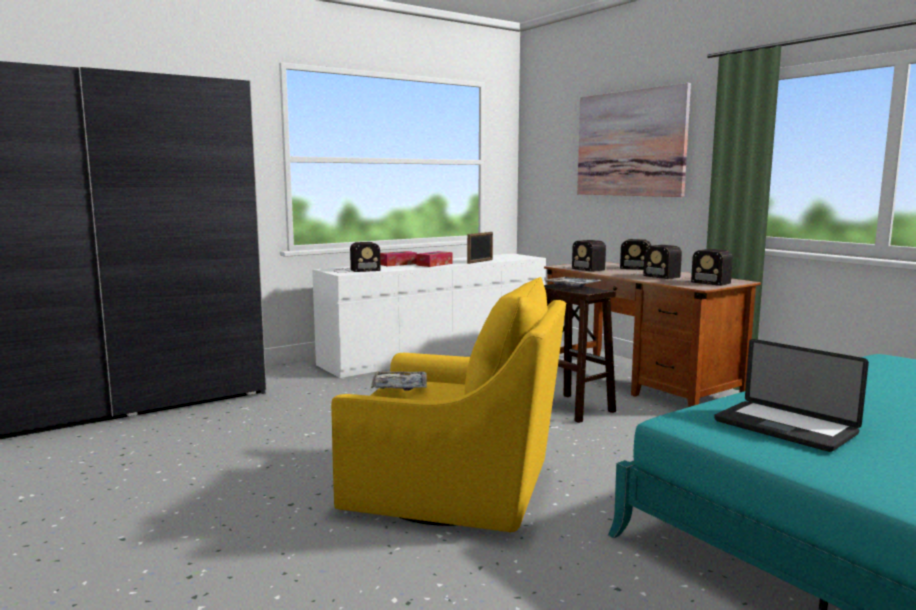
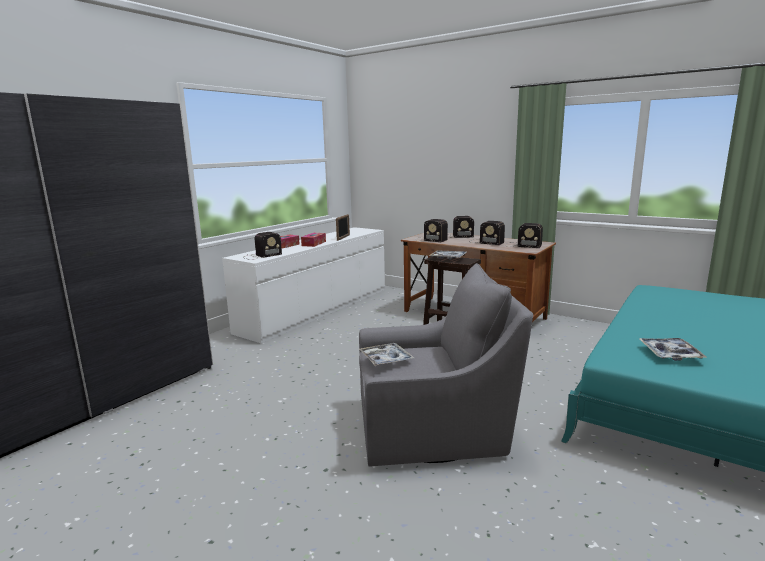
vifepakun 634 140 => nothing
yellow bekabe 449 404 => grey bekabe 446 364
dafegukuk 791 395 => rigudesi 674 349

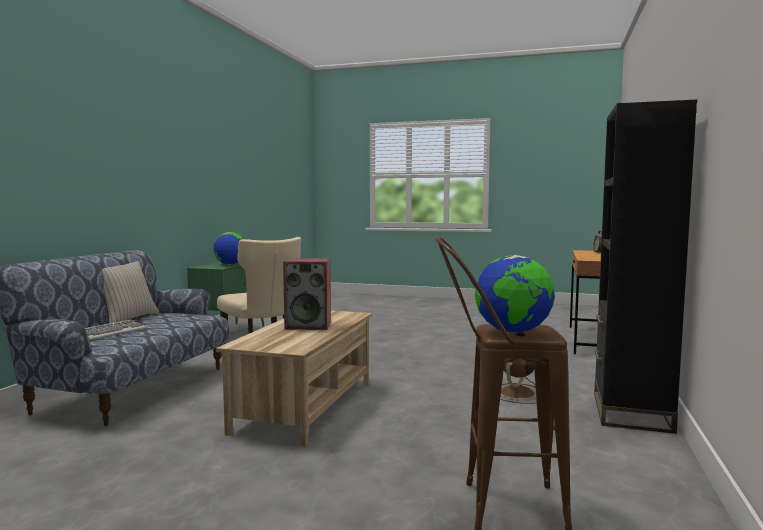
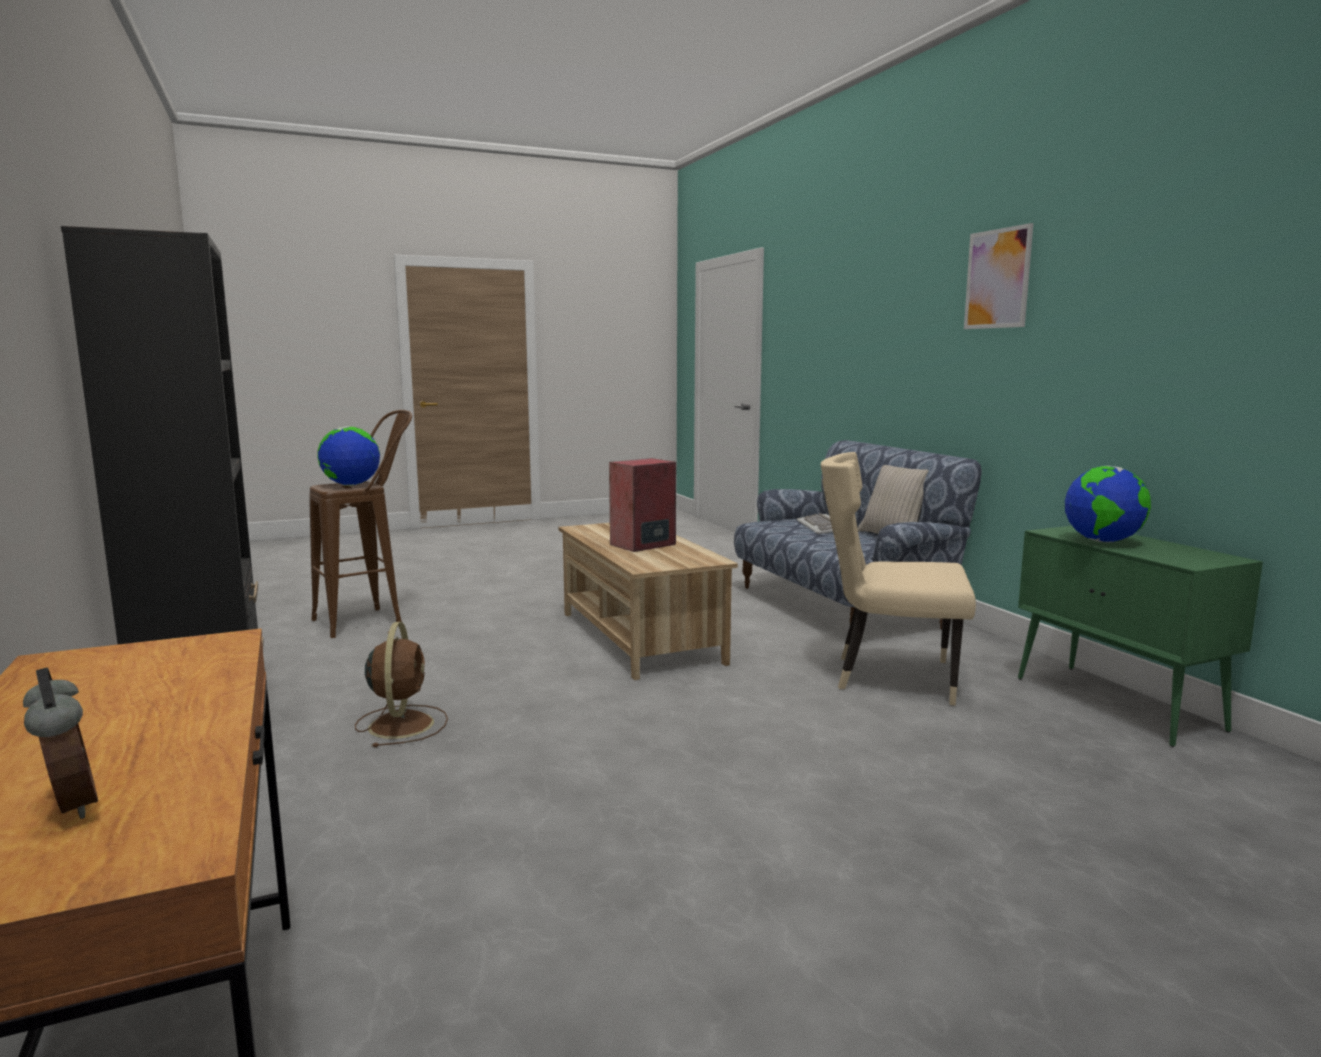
nothing => vifepakun 999 276

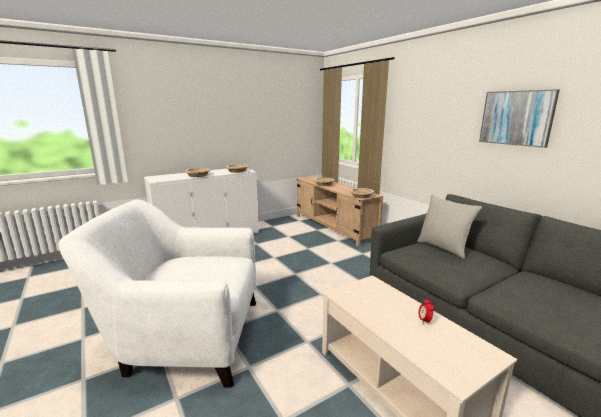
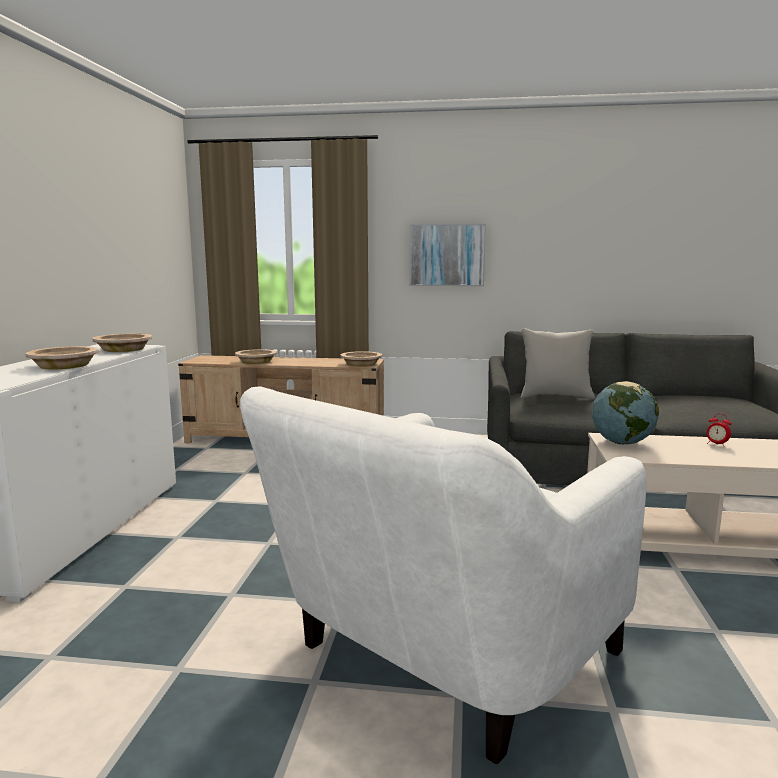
vifepakun 519 118 => vifepakun 447 255, move
nothing => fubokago 625 413

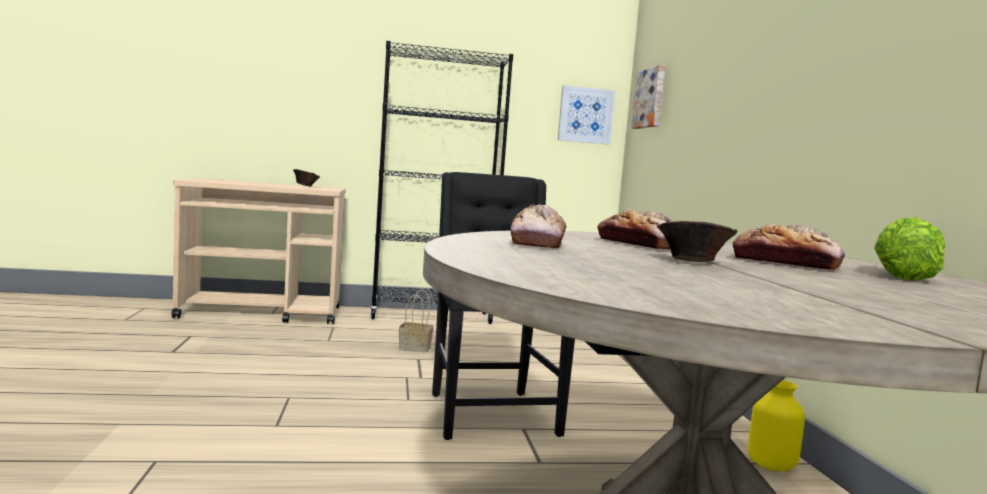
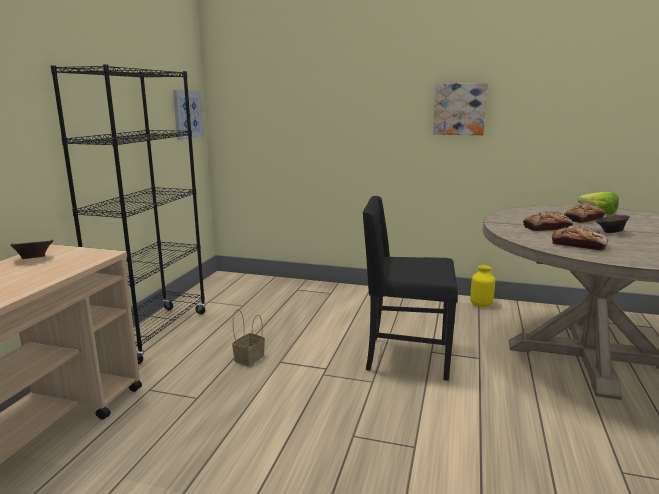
vifepakun 648 97 => vifepakun 460 109, move

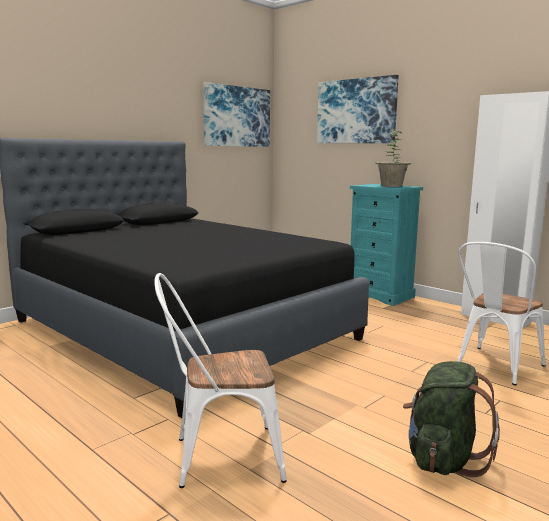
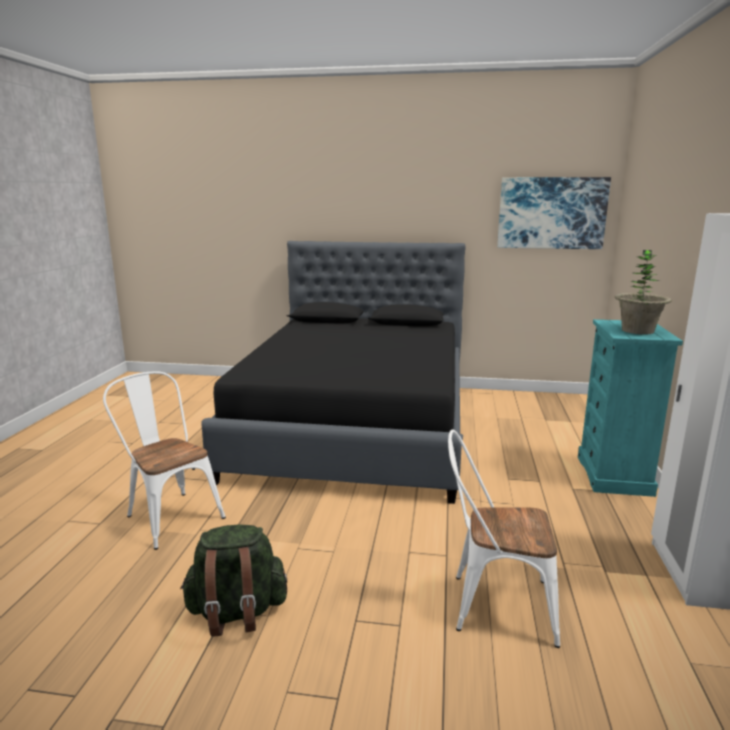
vifepakun 358 109 => nothing

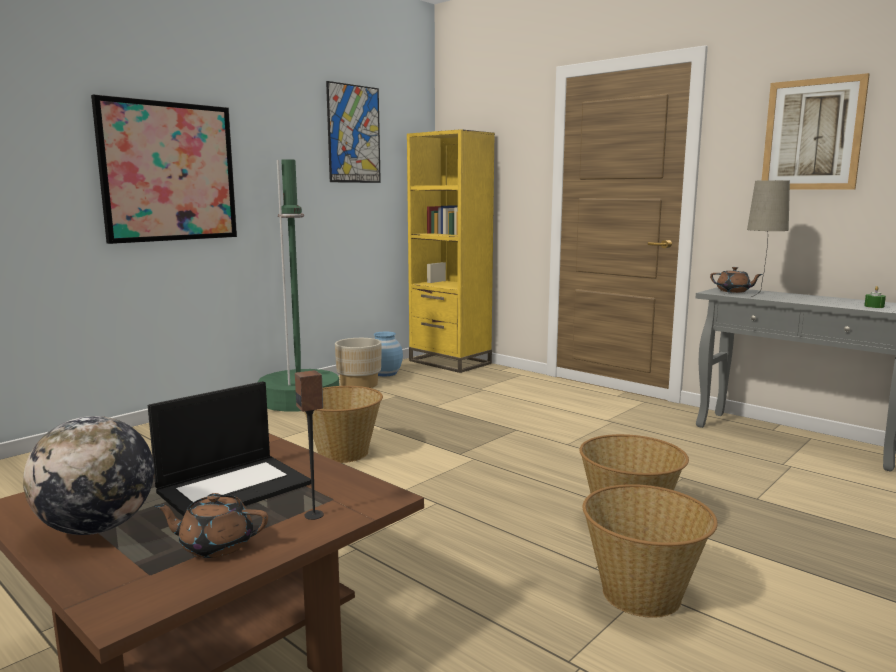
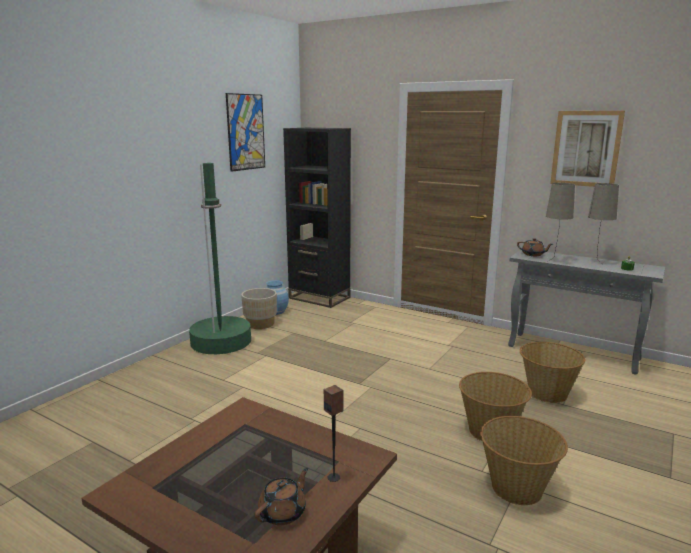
vifepakun 164 169 => nothing
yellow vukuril 451 251 => black vukuril 317 218
dafegukuk 229 448 => nothing
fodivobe 343 424 => fodivobe 552 372, move
fubokago 88 475 => nothing
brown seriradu 211 525 => brown seriradu 281 496, 135 degrees clockwise
nothing => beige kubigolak 603 223

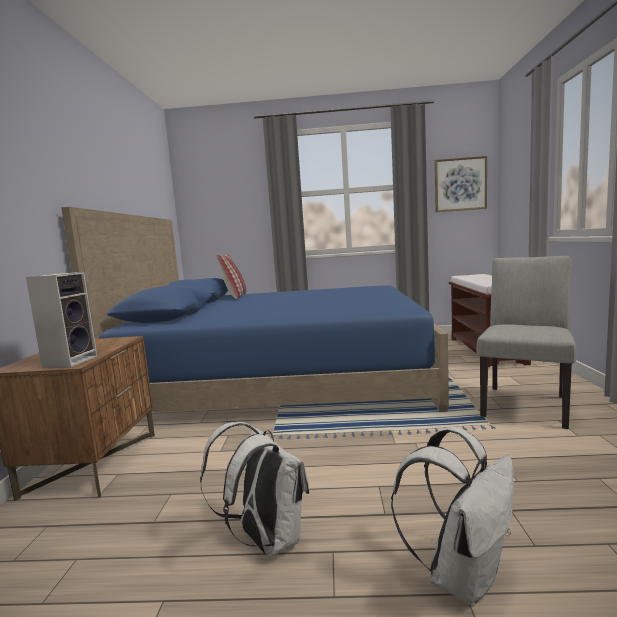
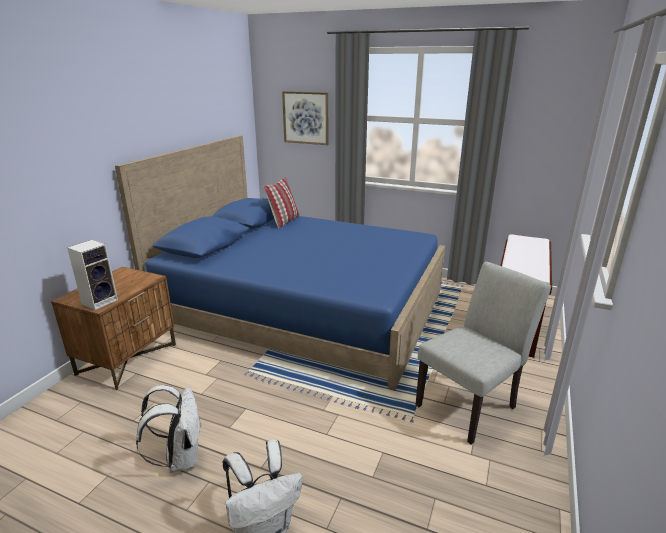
vifepakun 461 184 => vifepakun 305 118, move

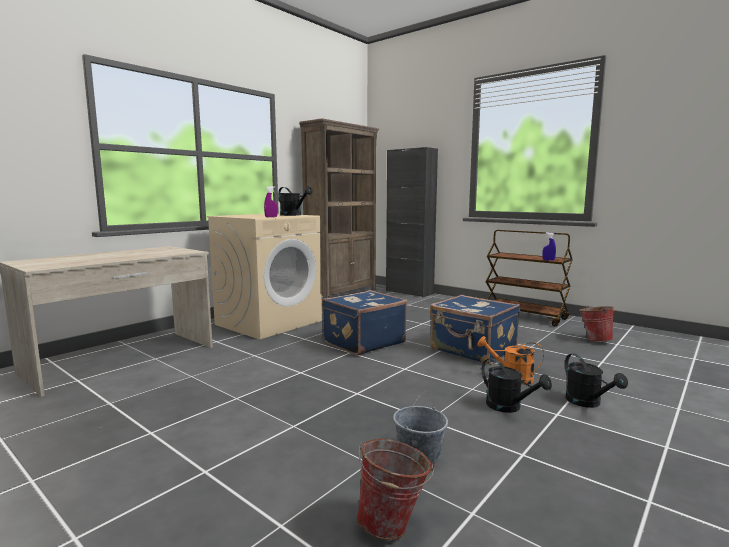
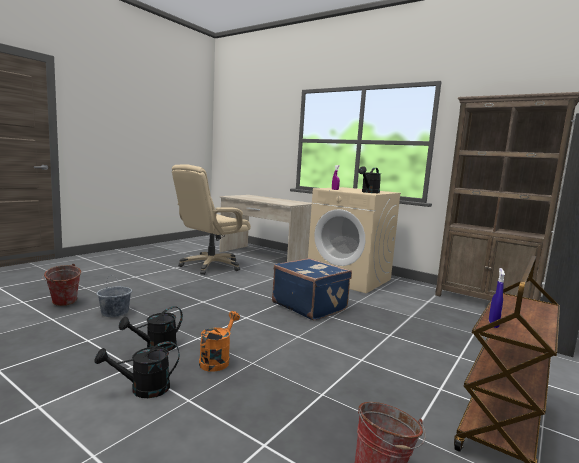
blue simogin 475 330 => nothing
nothing => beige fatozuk 211 219

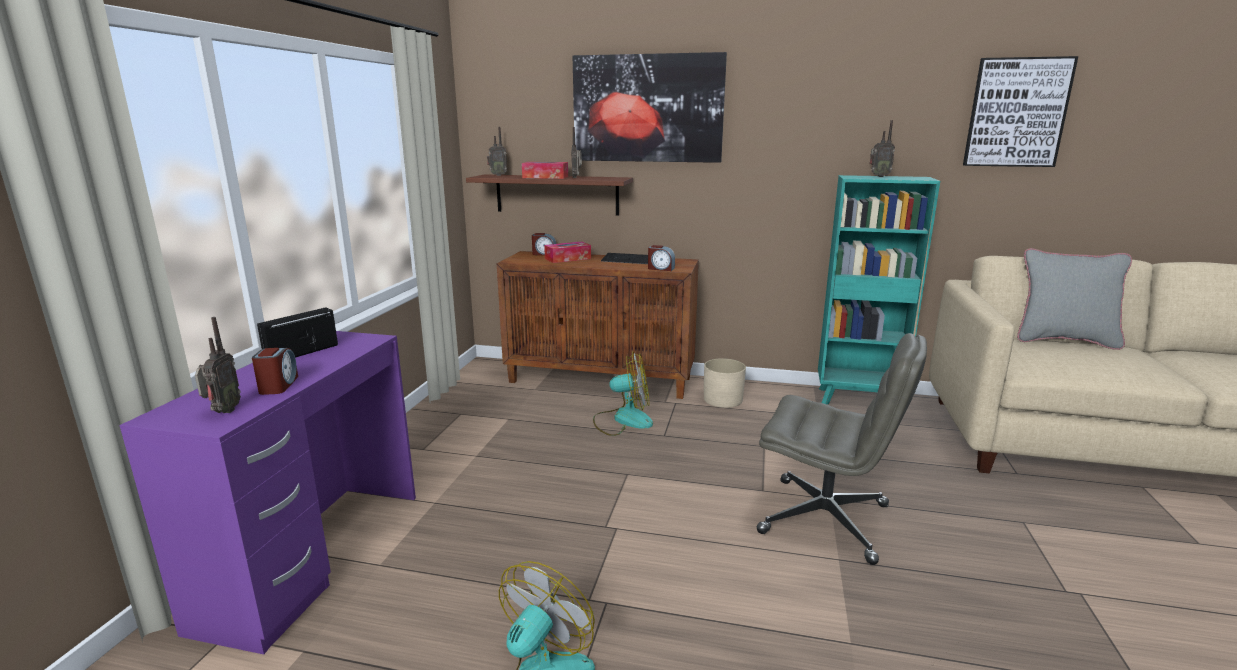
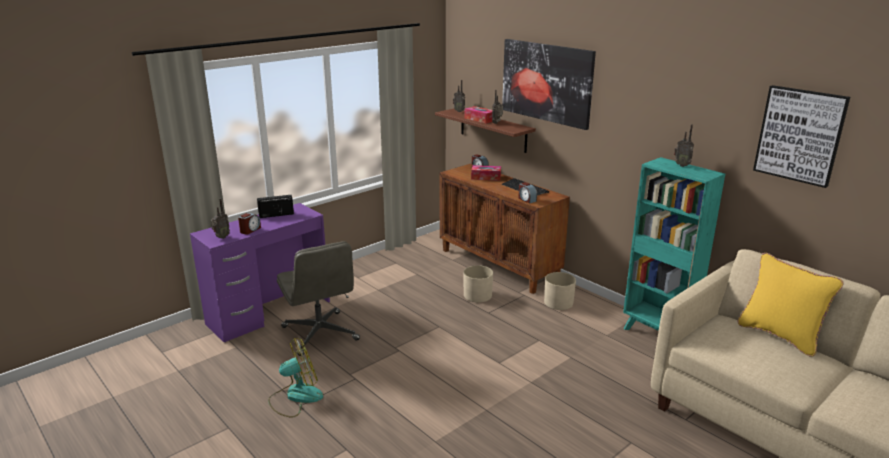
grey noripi 1074 299 => yellow noripi 790 305
grey fatozuk 842 449 => grey fatozuk 318 298, move
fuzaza 623 394 => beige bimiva 478 284

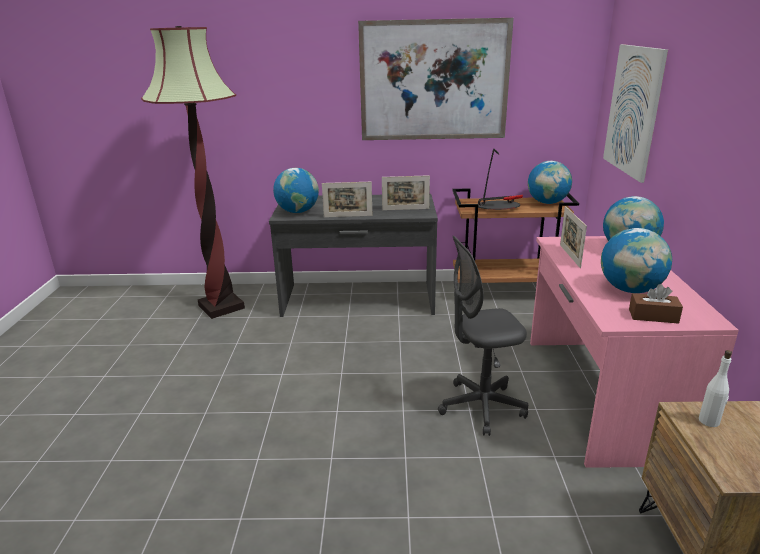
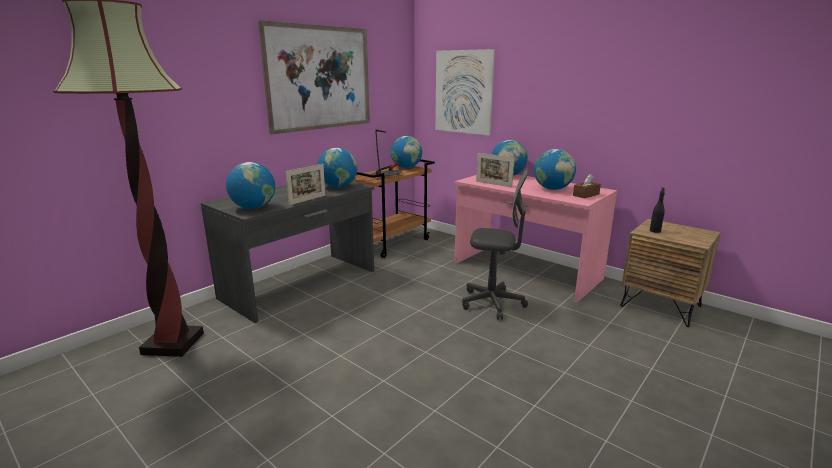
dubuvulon 406 192 => fubokago 337 168
grey fatozuk 483 336 => grey fatozuk 495 244, 105 degrees counterclockwise
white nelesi 715 388 => black nelesi 657 210

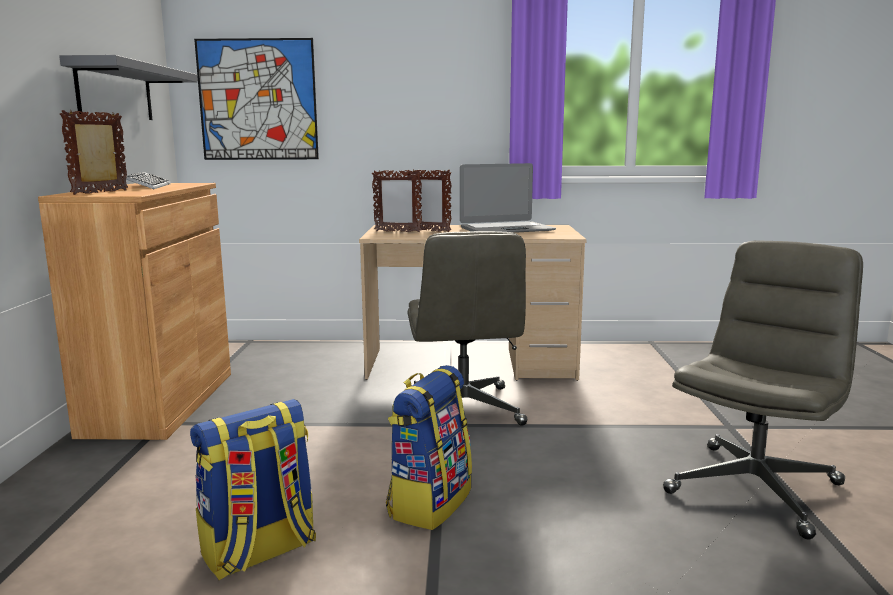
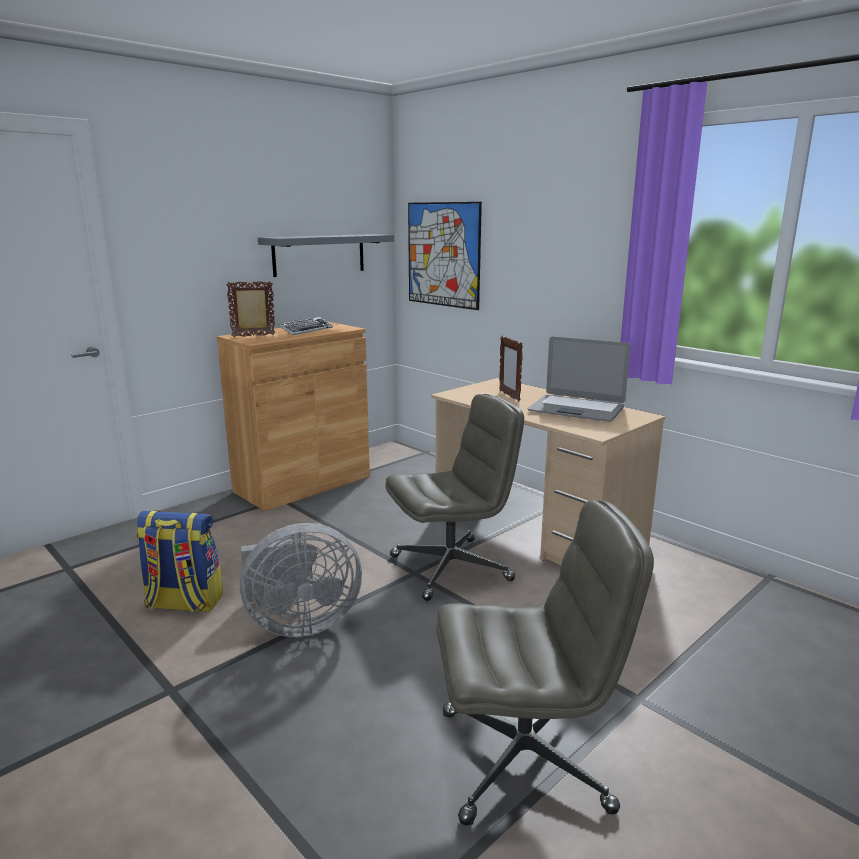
dubuvulon 397 201 => nothing
grey fatozuk 467 328 => grey fatozuk 454 497, 150 degrees counterclockwise
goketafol 429 447 => grey fuzaza 301 580

